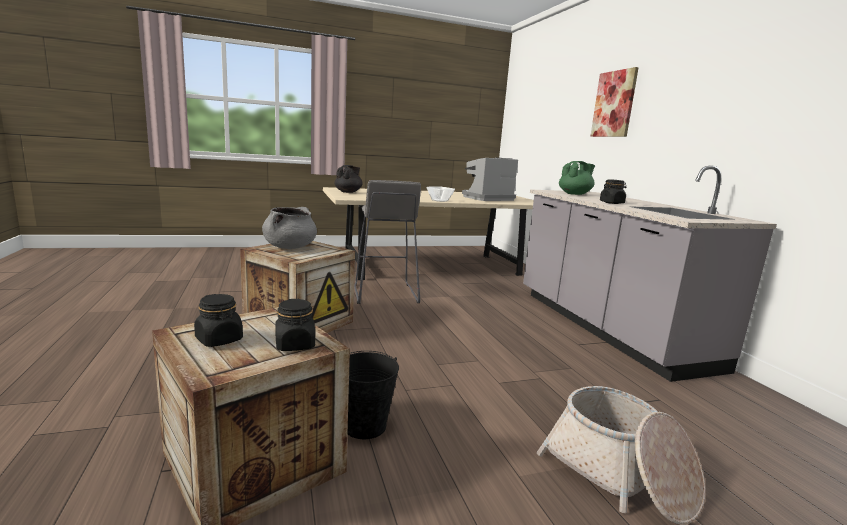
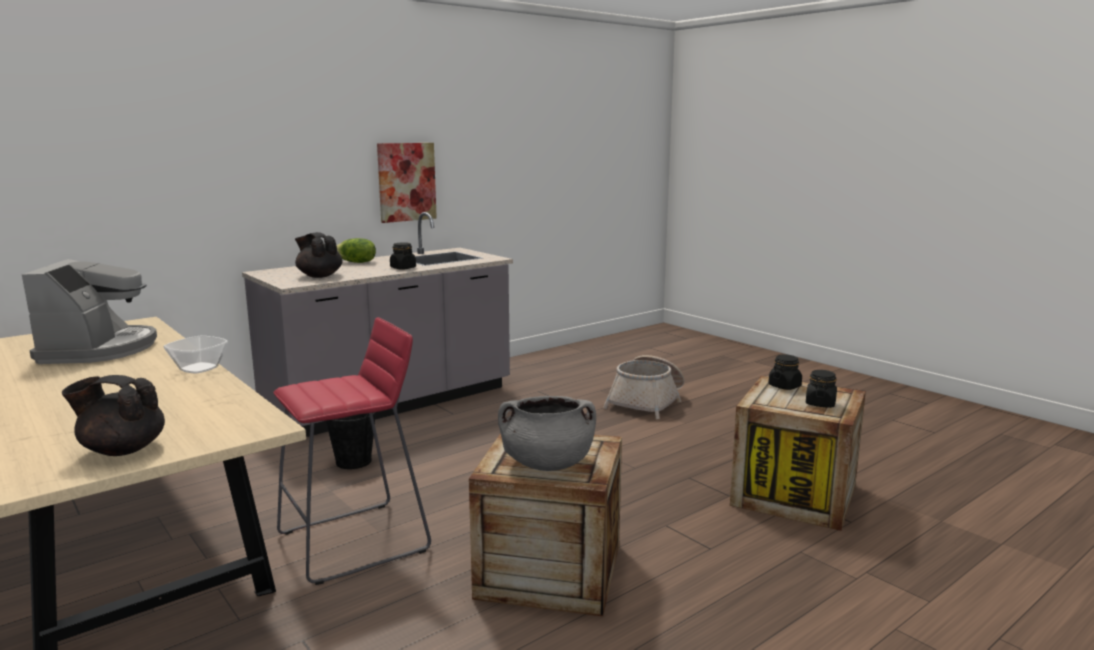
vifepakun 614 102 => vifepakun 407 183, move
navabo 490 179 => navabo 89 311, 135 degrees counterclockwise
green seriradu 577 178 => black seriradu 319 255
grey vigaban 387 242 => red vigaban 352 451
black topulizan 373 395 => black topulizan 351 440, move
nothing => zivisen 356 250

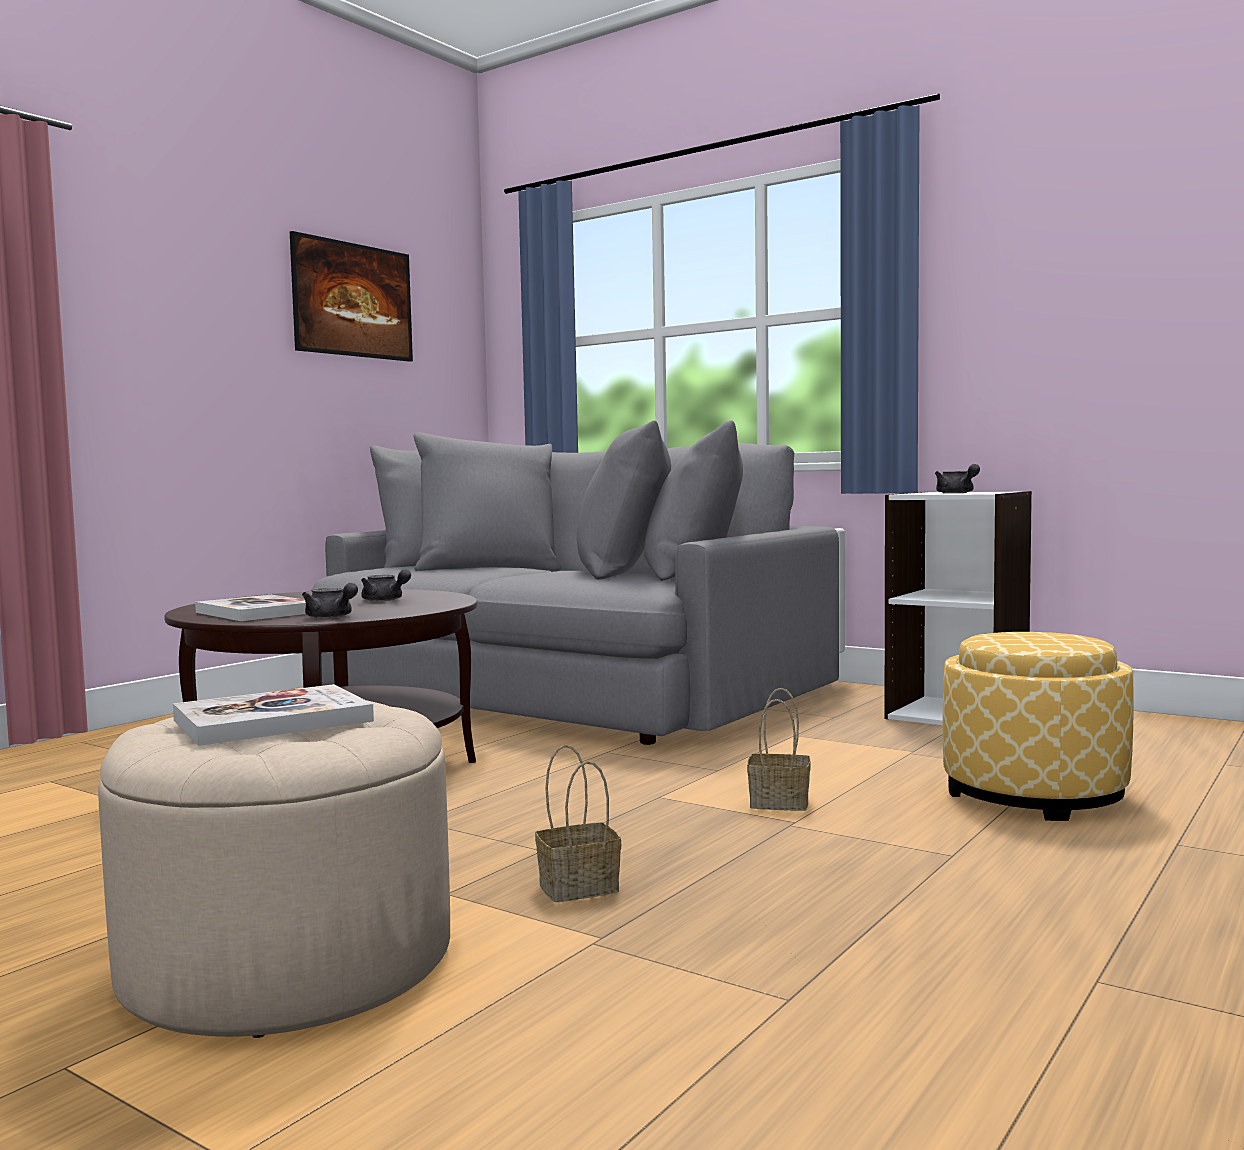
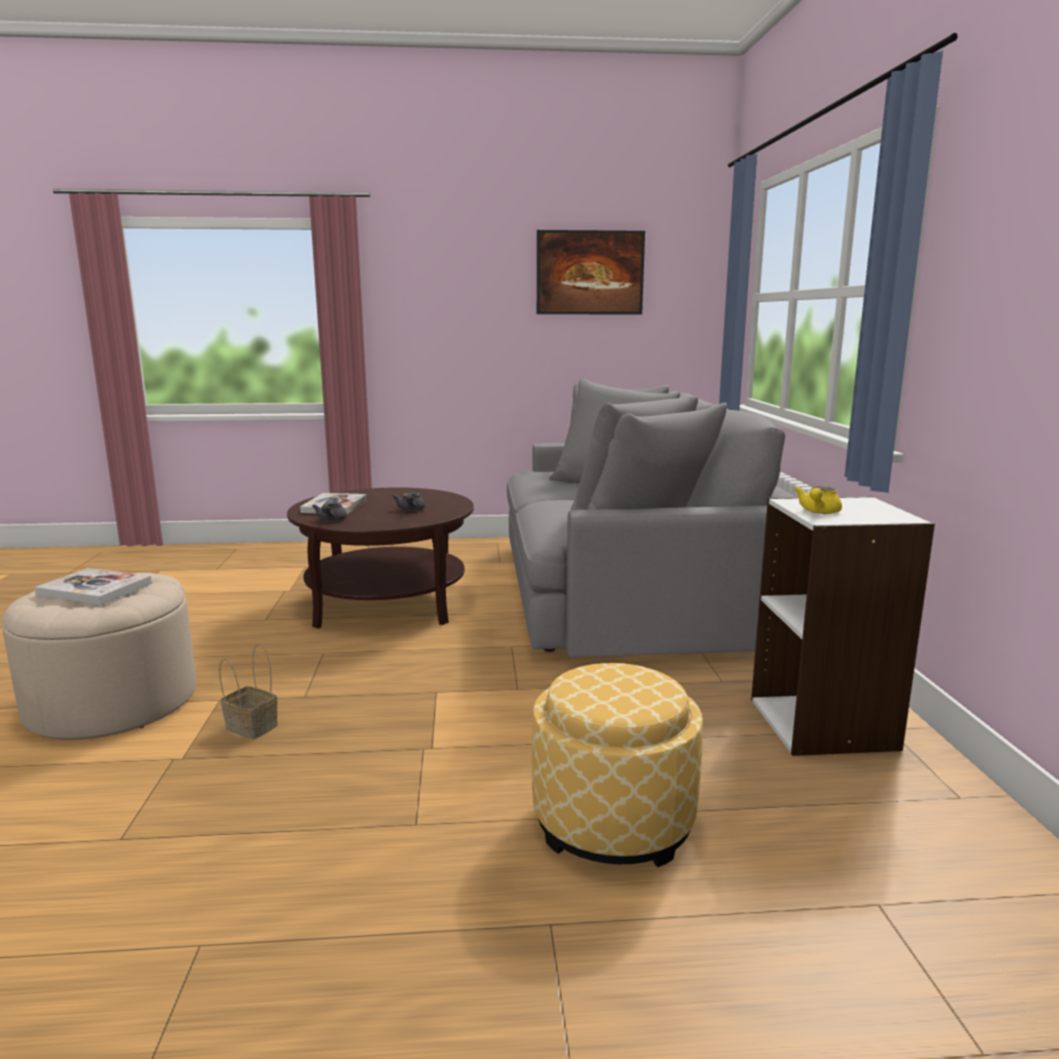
grey seriradu 957 478 => yellow seriradu 818 500
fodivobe 779 749 => nothing

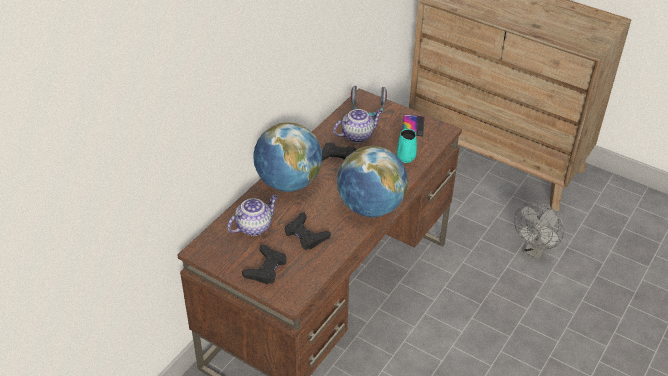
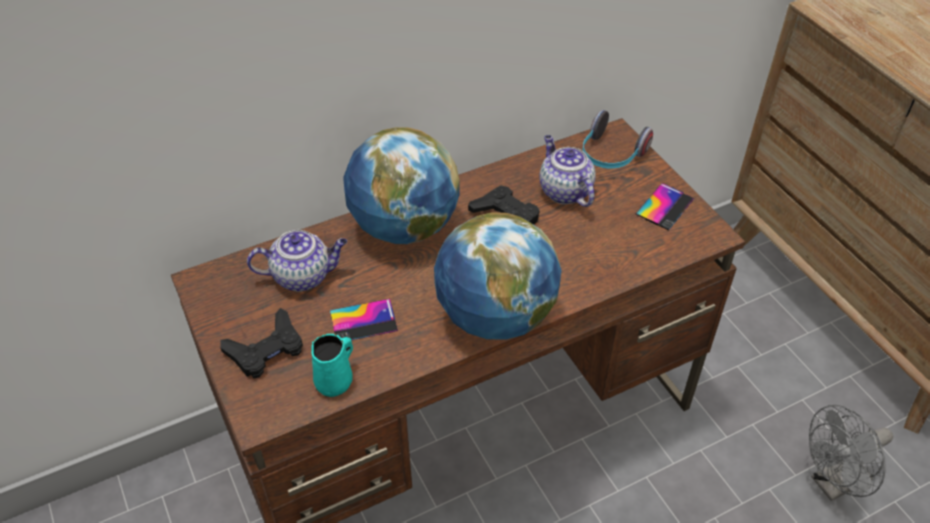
seriradu 358 126 => seriradu 568 171, 120 degrees counterclockwise
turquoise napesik 407 146 => turquoise napesik 332 365, move
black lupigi 307 231 => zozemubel 364 319

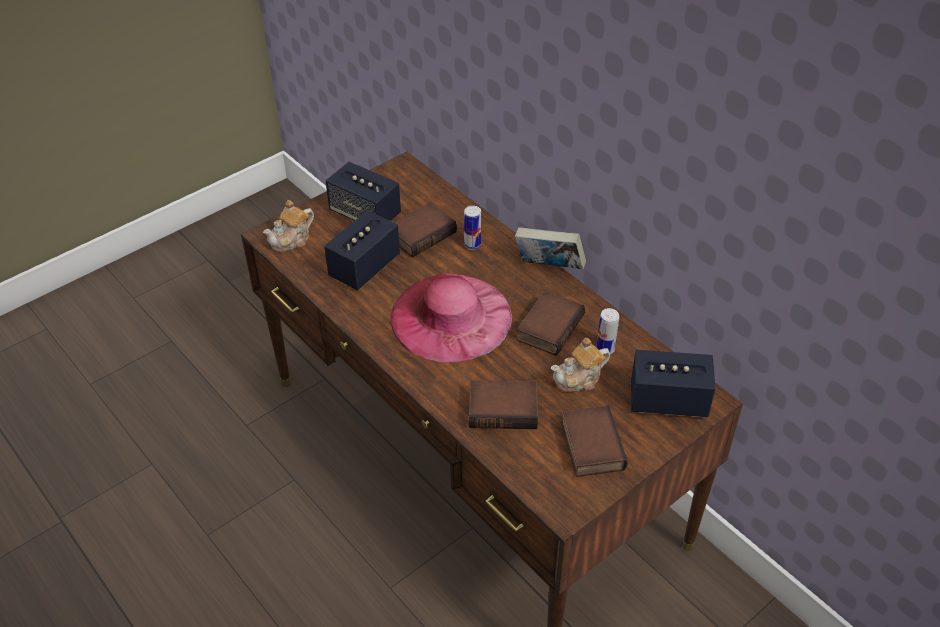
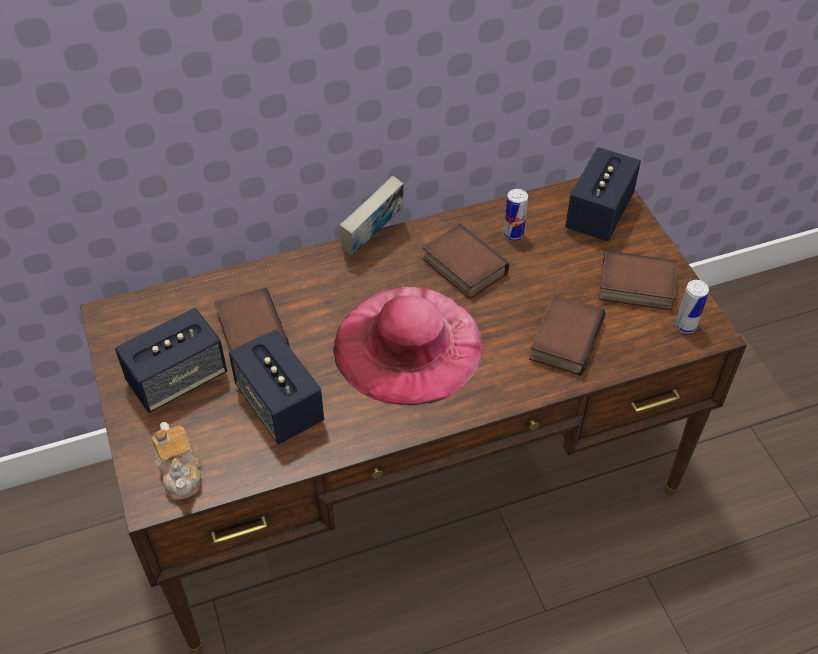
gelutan 472 228 => gelutan 692 306, move
seriradu 580 365 => nothing

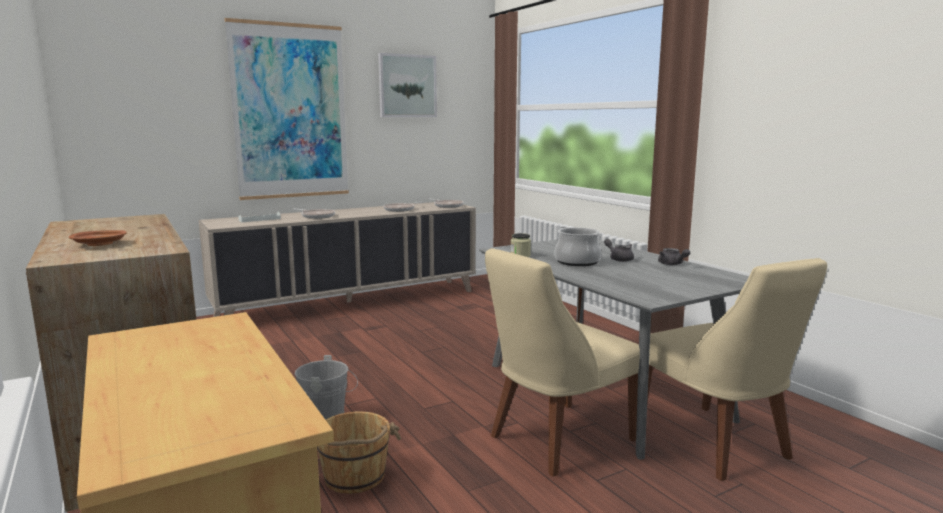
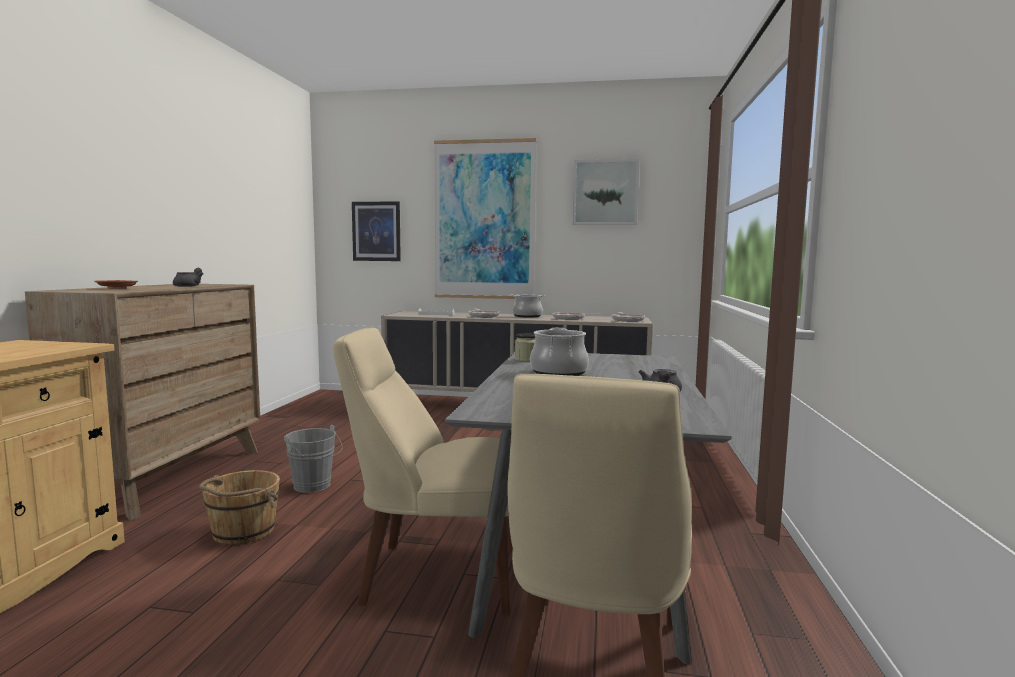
grey seriradu 619 250 => grey seriradu 188 277, move
nothing => vifepakun 376 231
nothing => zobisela 527 305

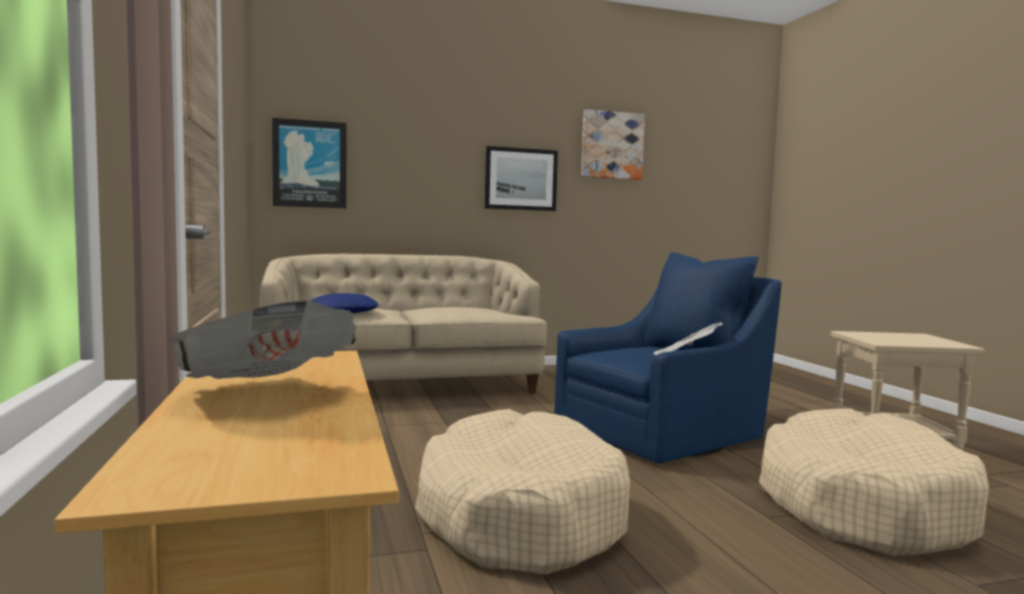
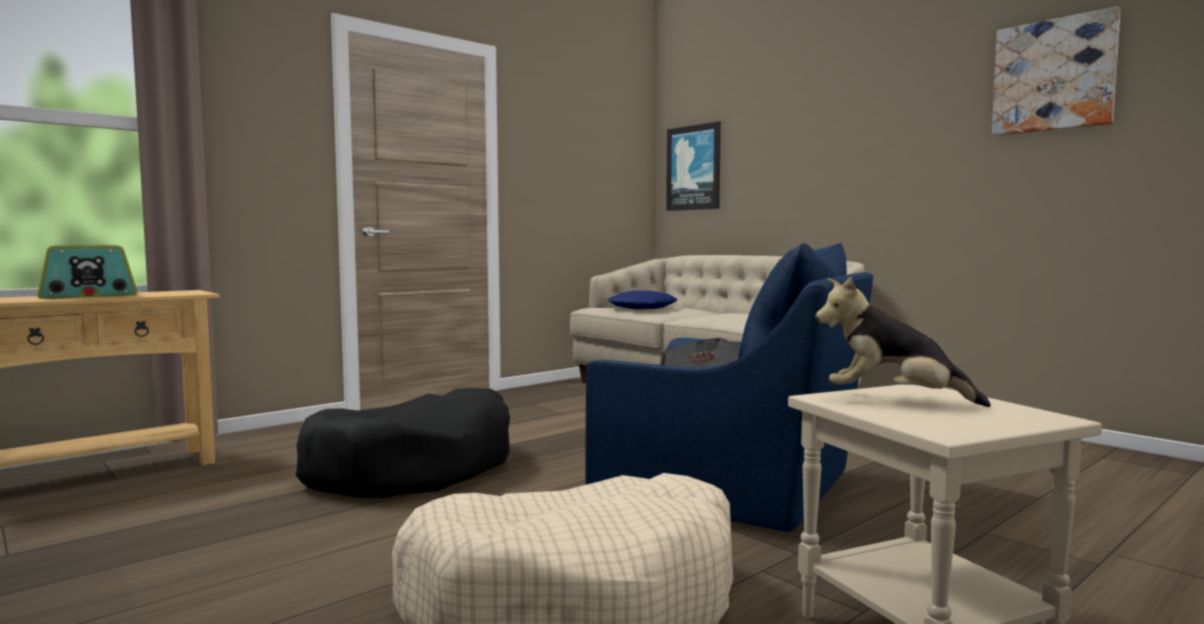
vifepakun 521 178 => nothing
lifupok 263 339 => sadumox 87 272
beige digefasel 523 492 => black digefasel 403 443
nothing => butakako 903 341

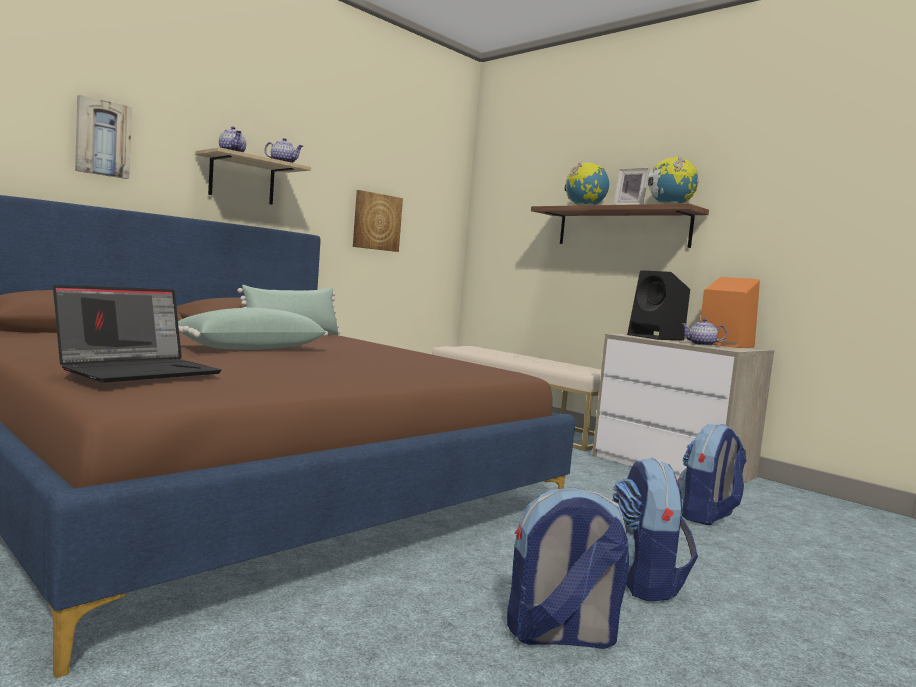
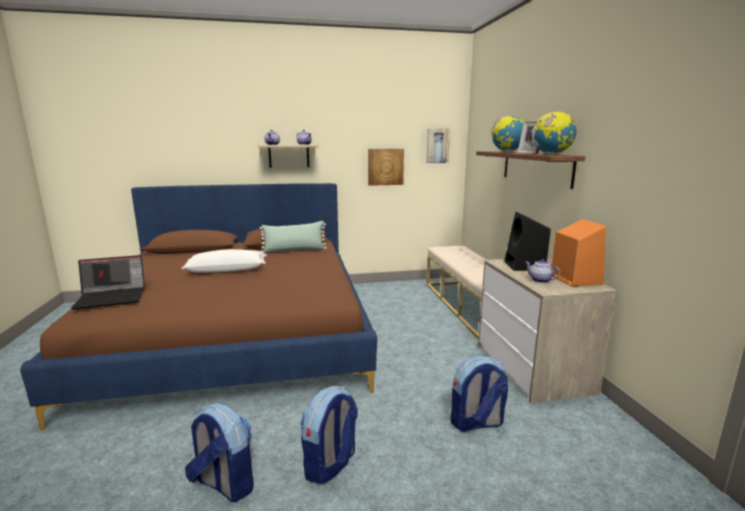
vifepakun 103 137 => vifepakun 438 146, move
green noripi 253 329 => white noripi 224 261

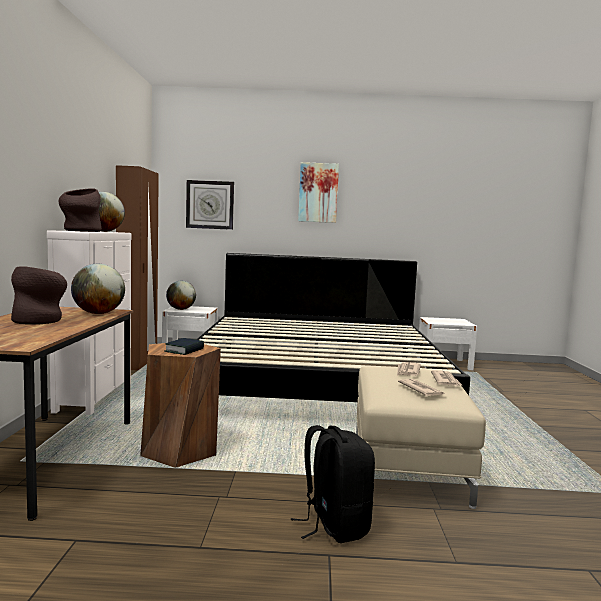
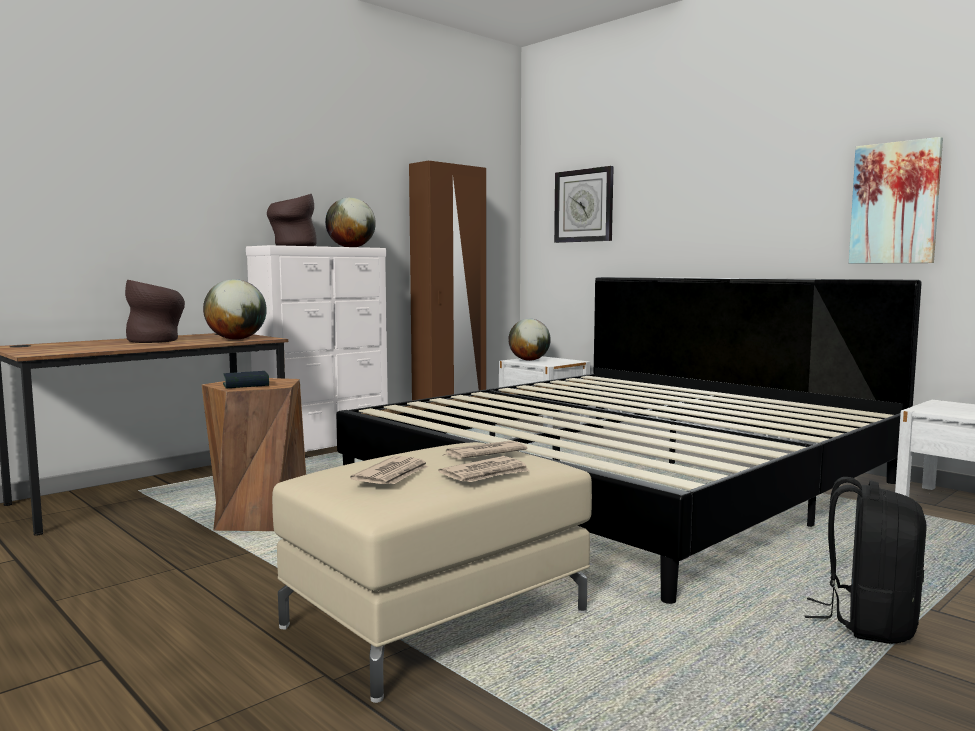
vifepakun 318 192 => vifepakun 896 200, move
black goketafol 333 484 => black goketafol 865 560, move

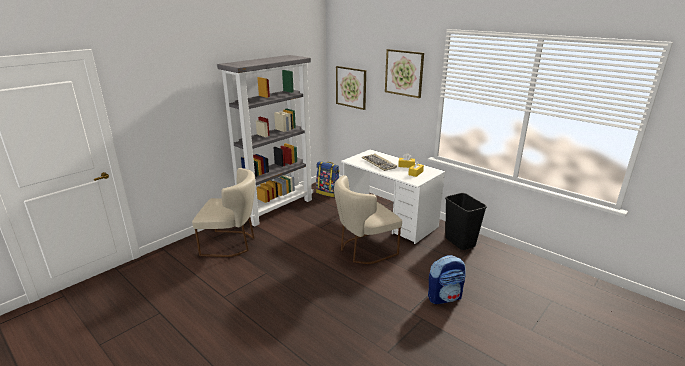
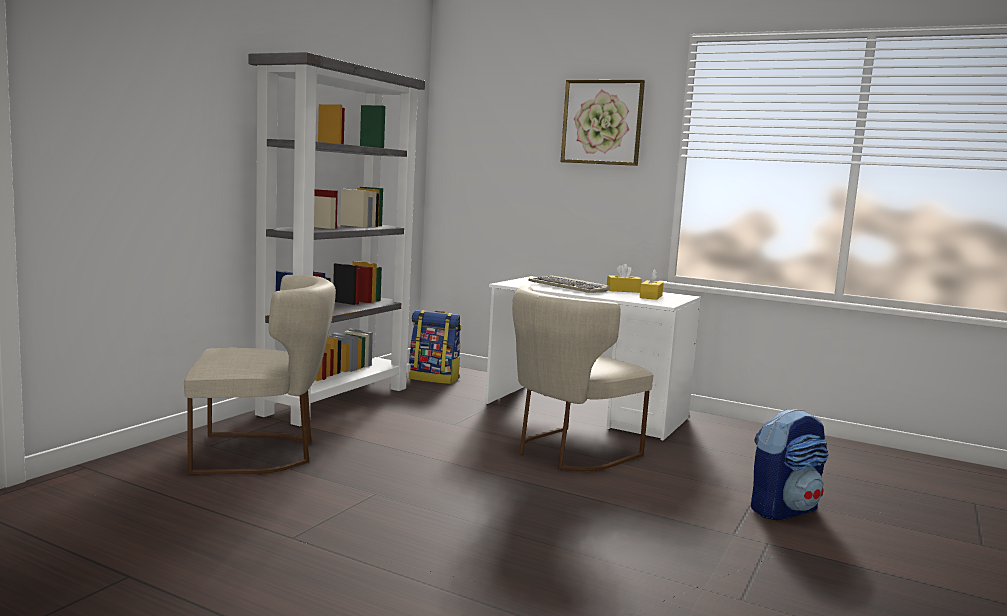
vifepakun 351 88 => nothing
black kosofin 466 221 => nothing

